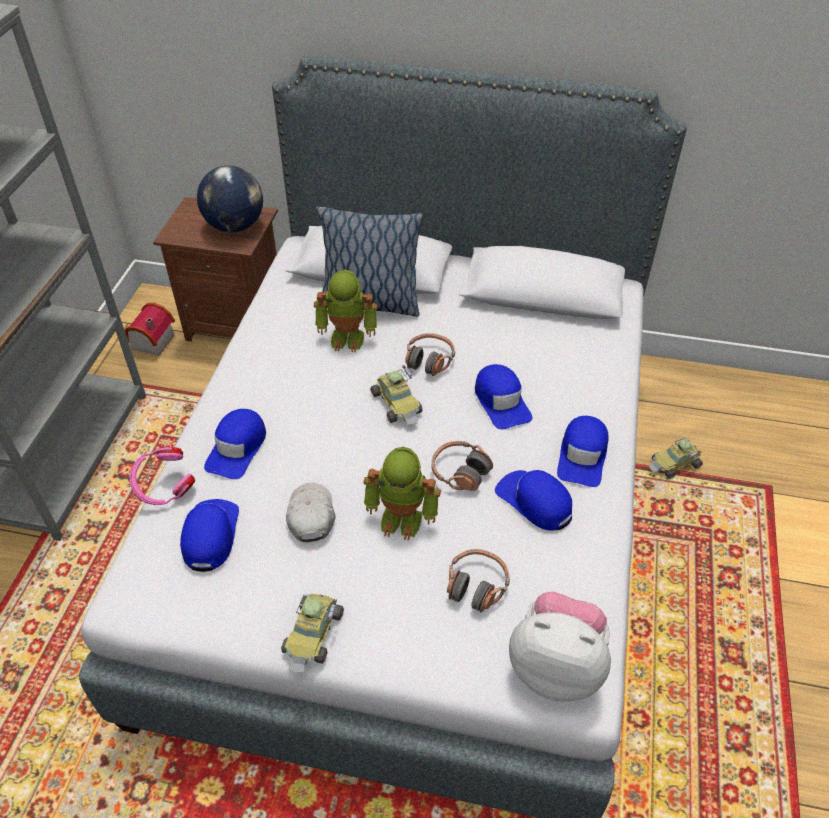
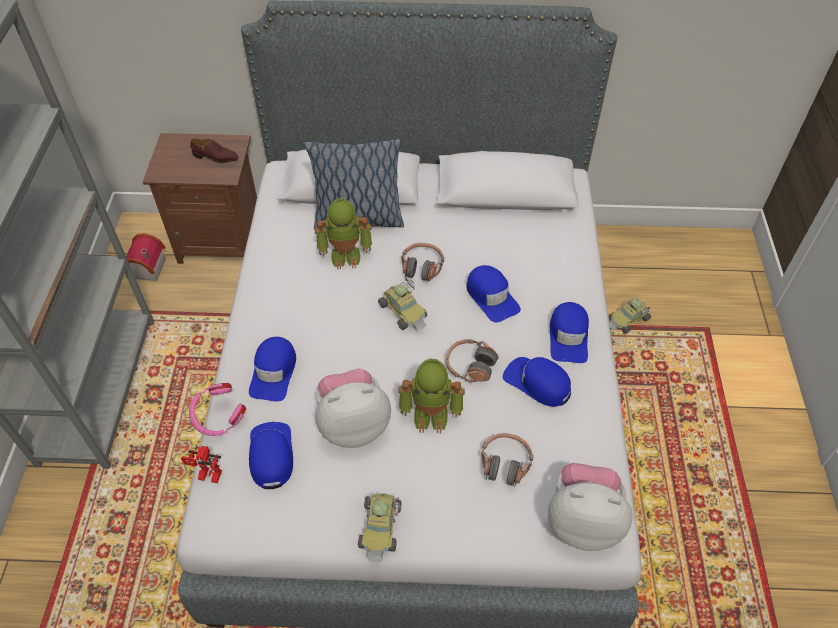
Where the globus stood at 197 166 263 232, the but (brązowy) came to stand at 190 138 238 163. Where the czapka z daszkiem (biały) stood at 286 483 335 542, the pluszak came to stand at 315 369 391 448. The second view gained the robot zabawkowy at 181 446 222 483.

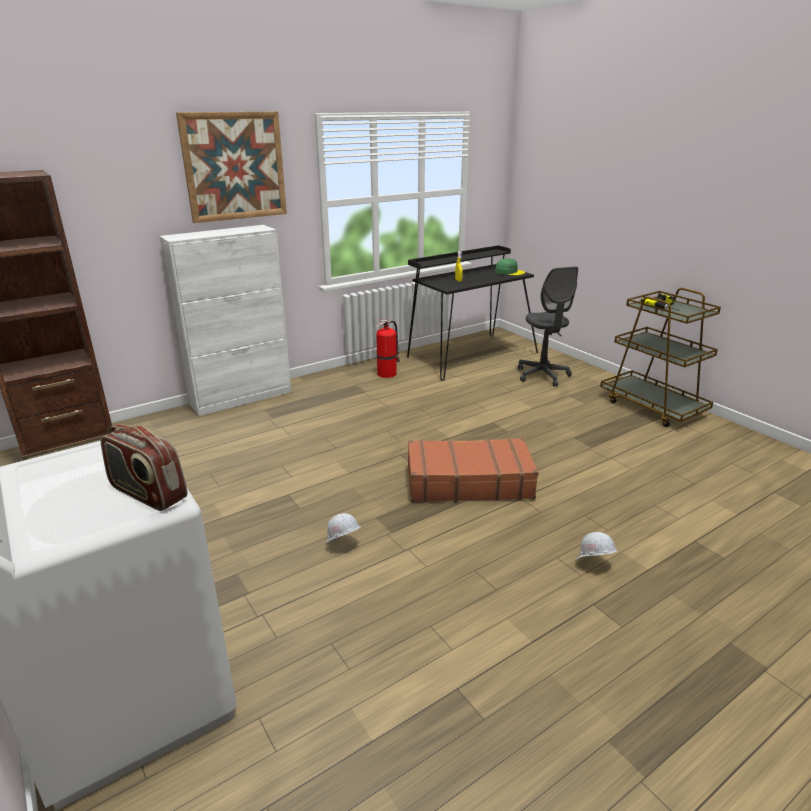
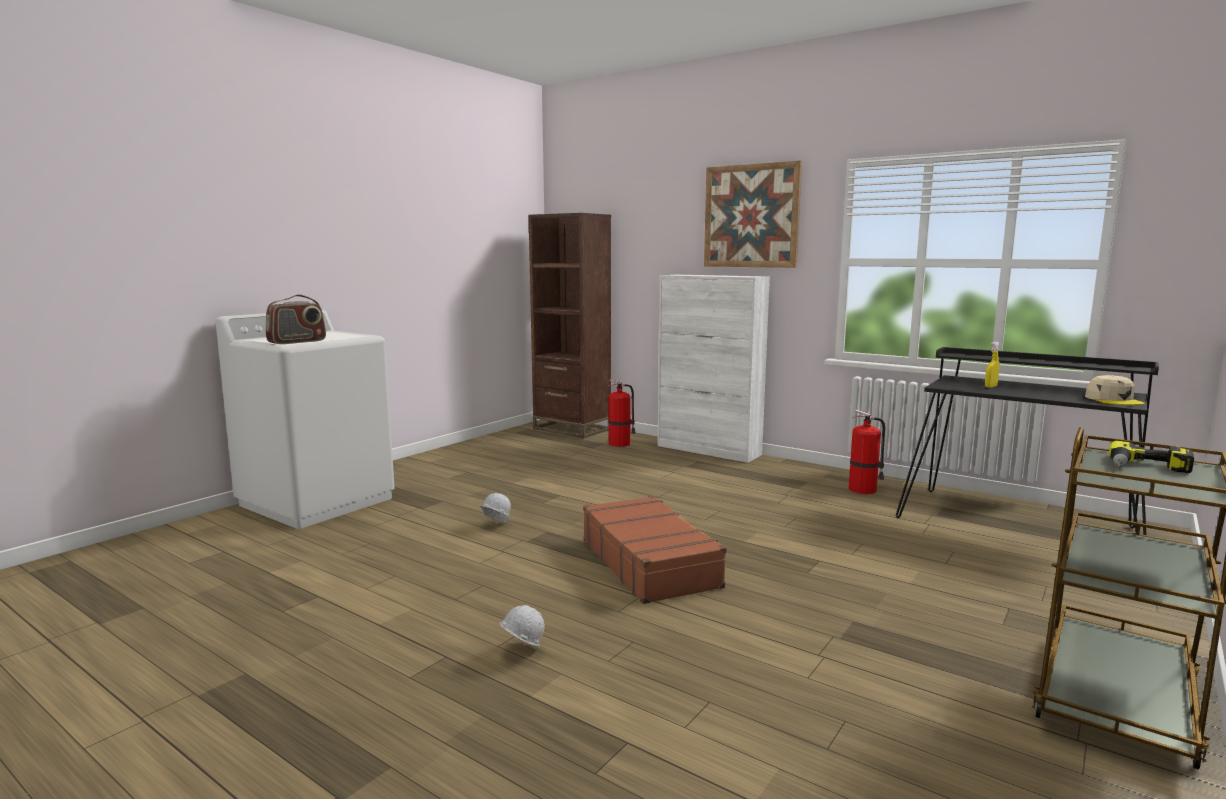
The radio at 101 424 188 511 ended up facing another way, 150 degrees counterclockwise from before. What was the czapka z daszkiem (zielony) at 495 258 525 276 turned into the czapka z daszkiem (beżowy) at 1085 375 1145 405. The second view lost the krzesło biurowe (szary) at 518 267 578 387. The second view gained the gaśnica at 607 379 636 447.

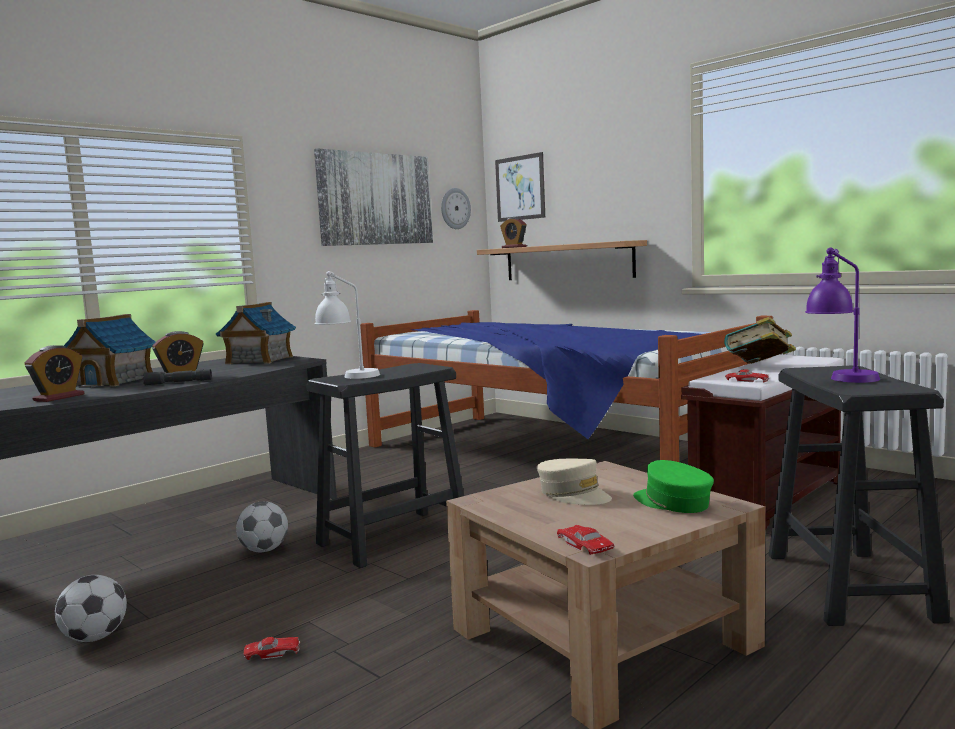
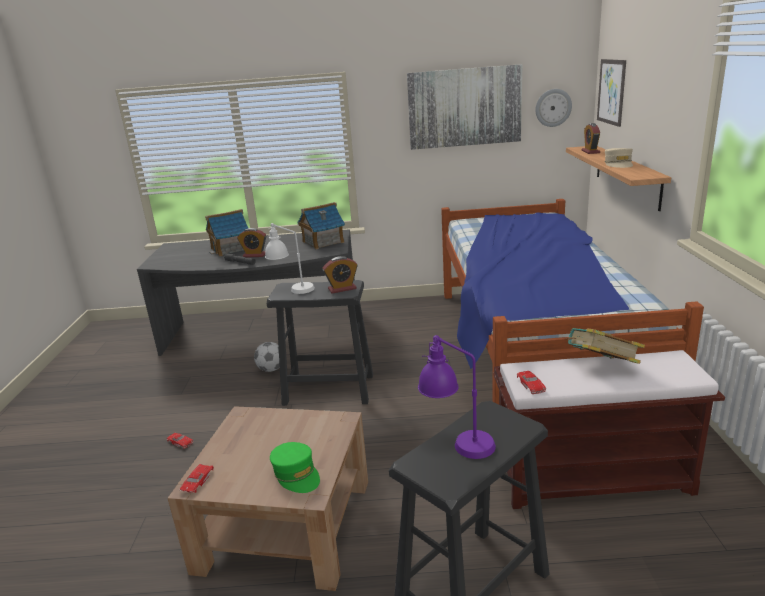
The budzik ended up elsewhere, having gone from 25 345 84 402 to 322 256 358 294. The second view lost the piłka futbolowa at 55 575 127 642. The czapka z daszkiem (beżowy) ended up elsewhere, having gone from 537 459 612 505 to 605 148 633 168. The czapka z daszkiem (zielony) at 633 460 714 513 ended up facing another way, 135 degrees clockwise from before.

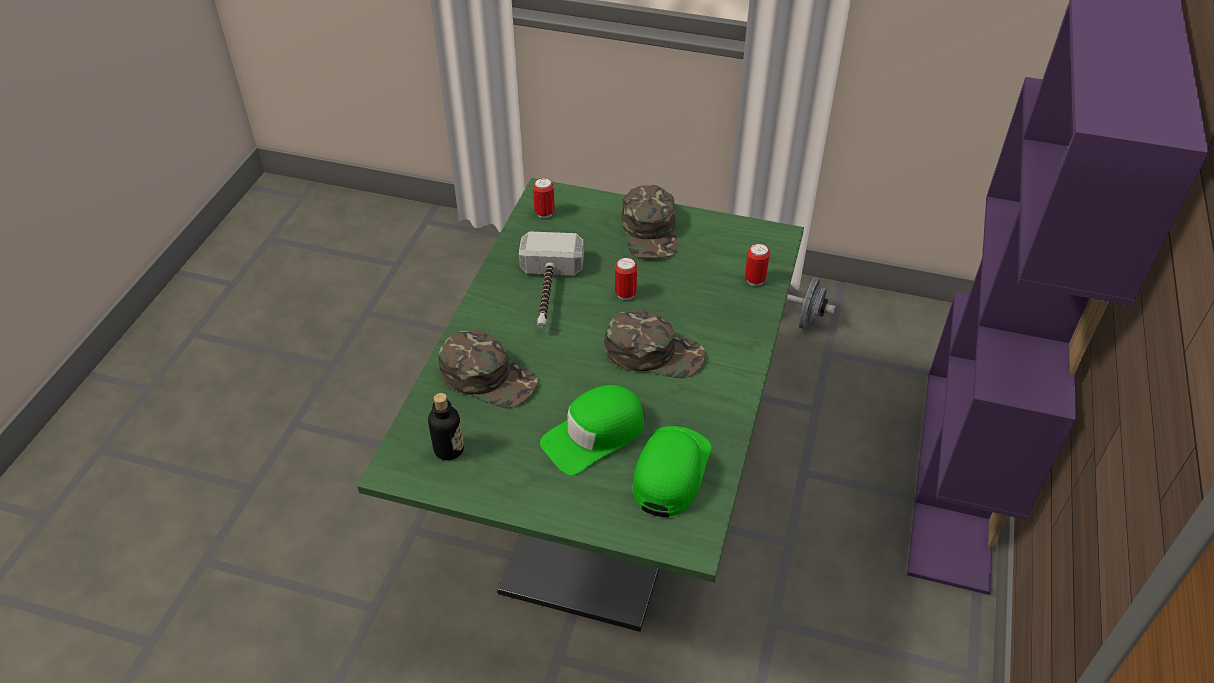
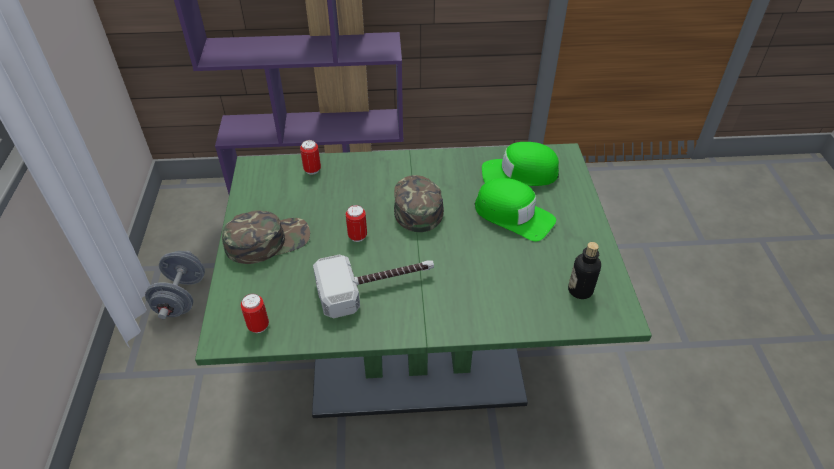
The second view lost the czapka z daszkiem (zielony) at 438 330 538 408.

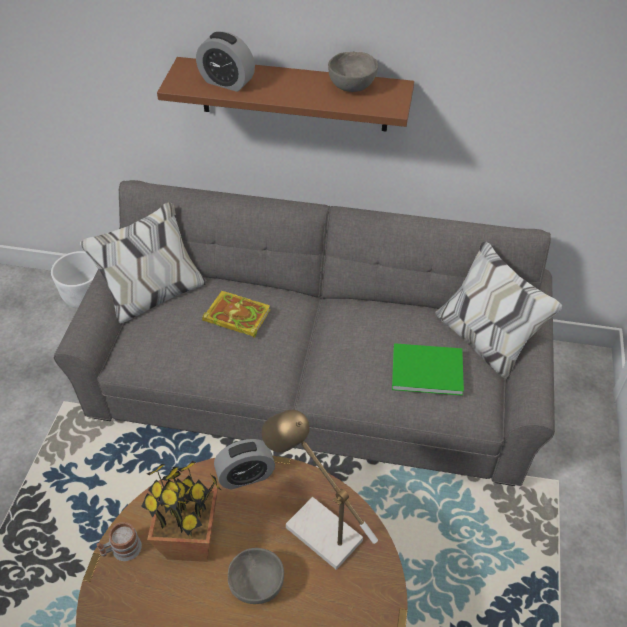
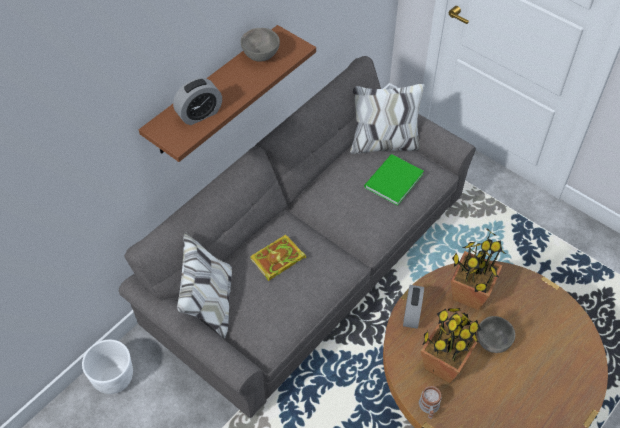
Where the lampa stołowa stood at 262 410 378 570, the roślina doniczkowa came to stand at 451 229 506 310.

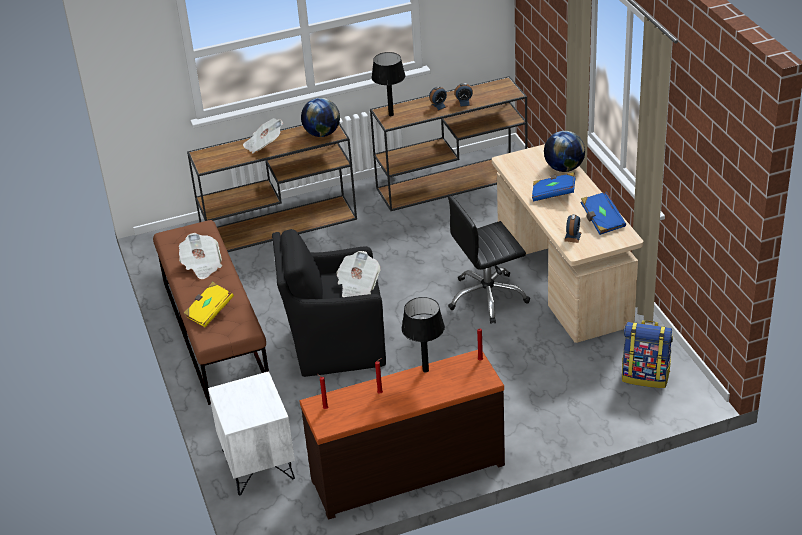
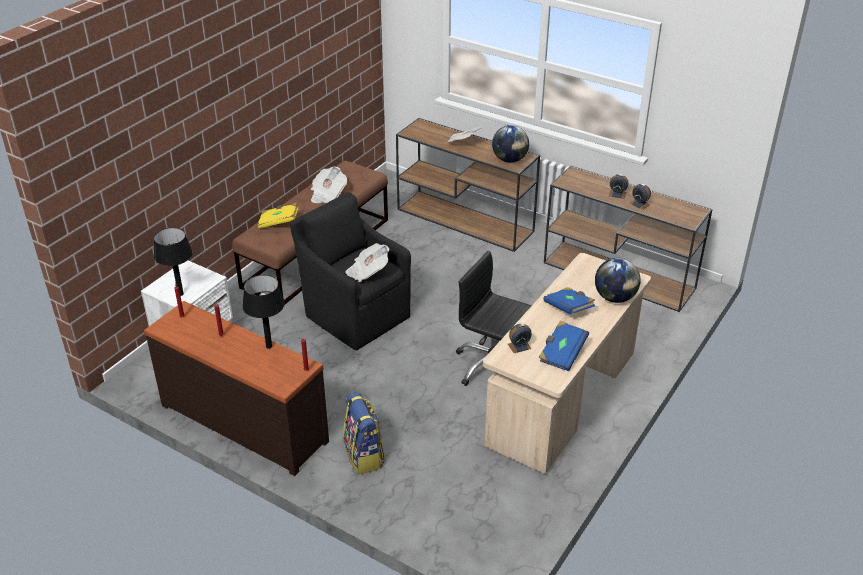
The lampa stołowa (czarny) ended up elsewhere, having gone from 372 52 405 116 to 154 228 193 296. The plecak ended up elsewhere, having gone from 622 320 673 388 to 343 392 385 475.

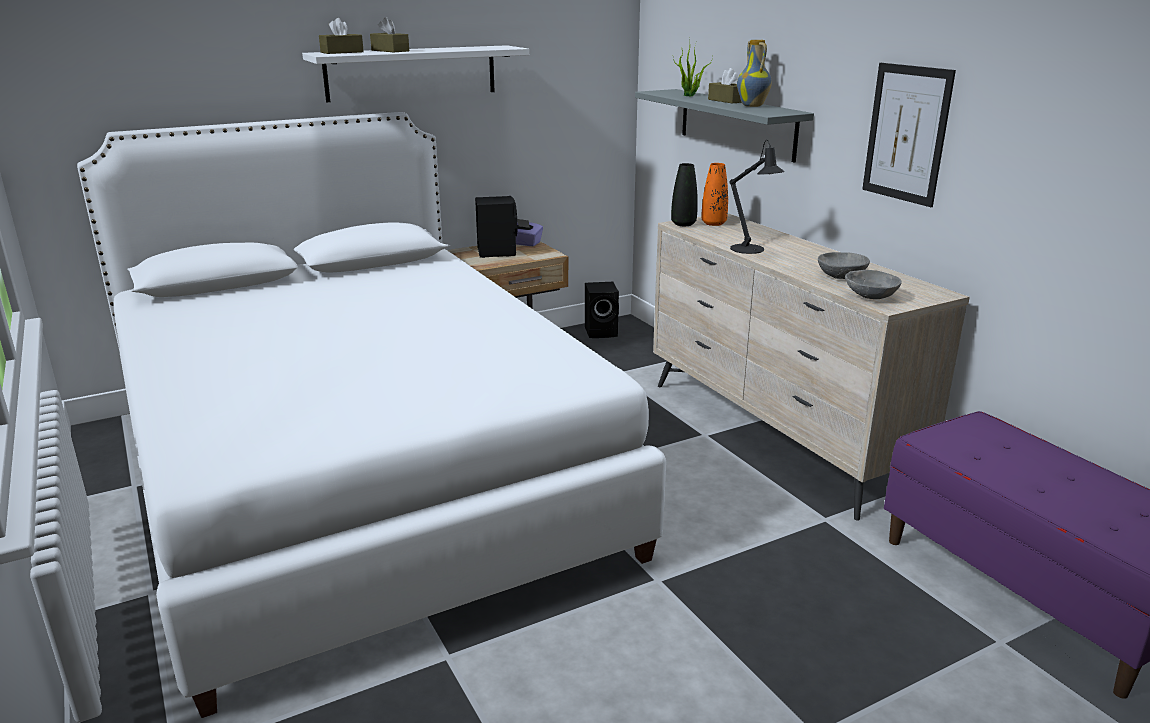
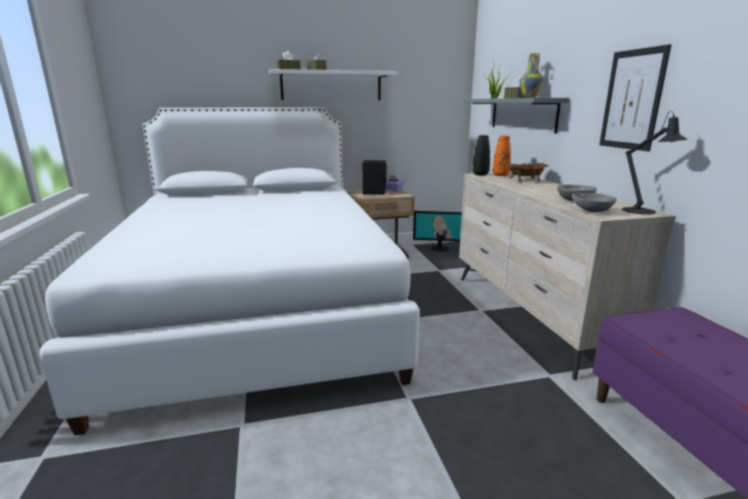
Where the głośnik (czarny) stood at 585 282 619 338, the monitor came to stand at 413 211 462 251. The lampa stołowa (czarny) ended up elsewhere, having gone from 729 140 785 254 to 622 111 688 215. The second view gained the miska (brązowy) at 505 163 549 182.

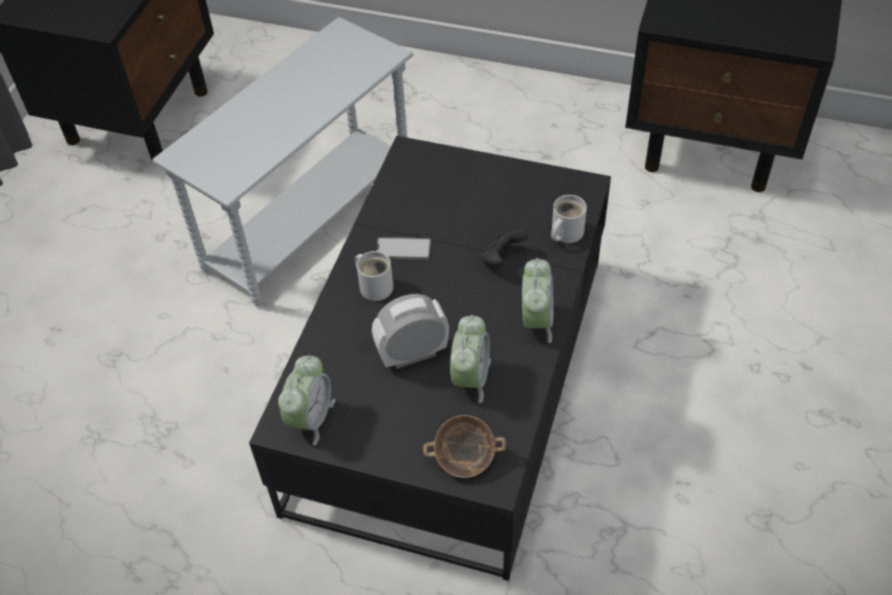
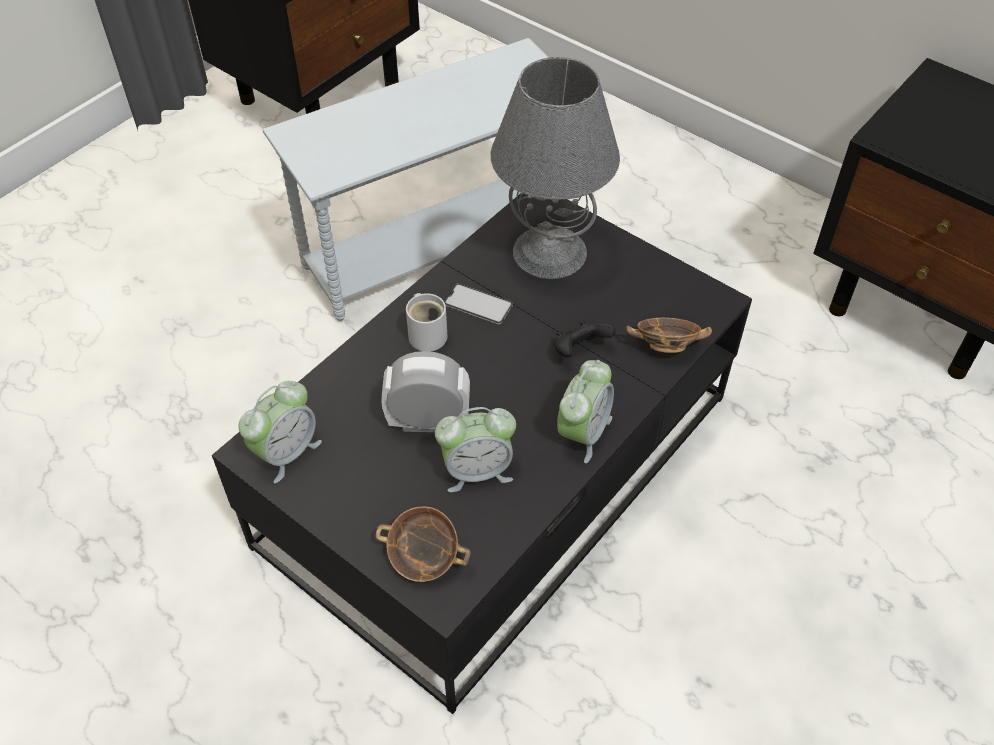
The budzik at 450 315 491 403 ended up facing another way, 45 degrees clockwise from before. Where the kubek (biały) stood at 551 195 587 243, the miska came to stand at 626 318 712 353. The second view gained the lampa stołowa (szary) at 491 57 620 279.

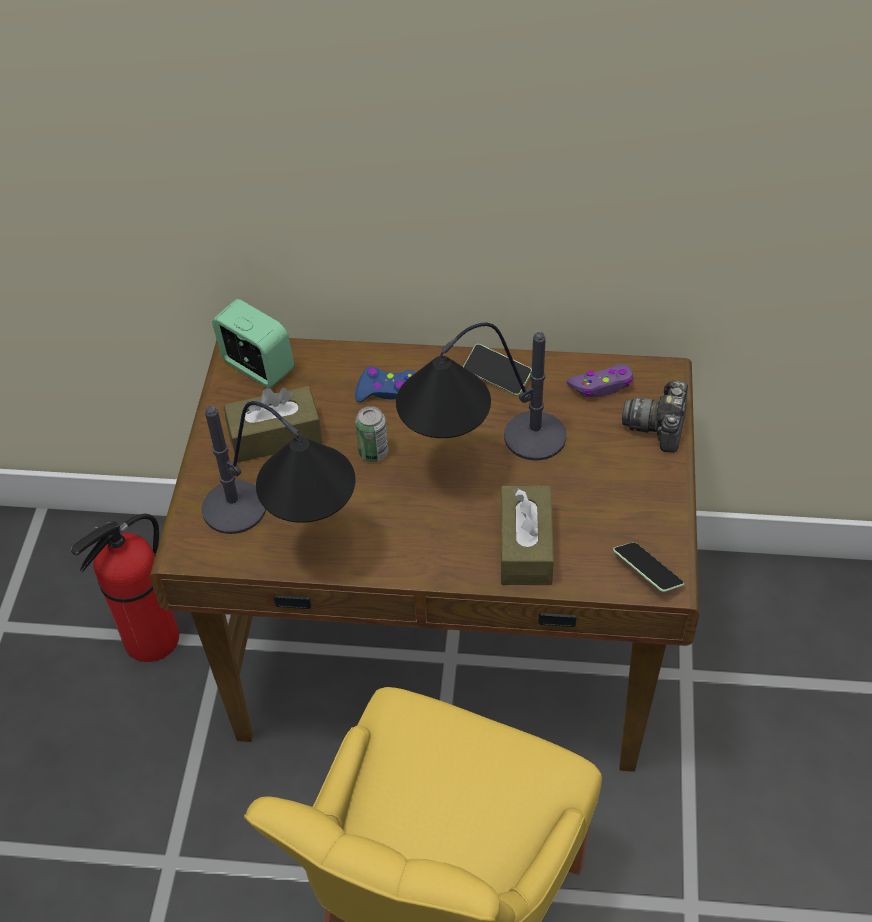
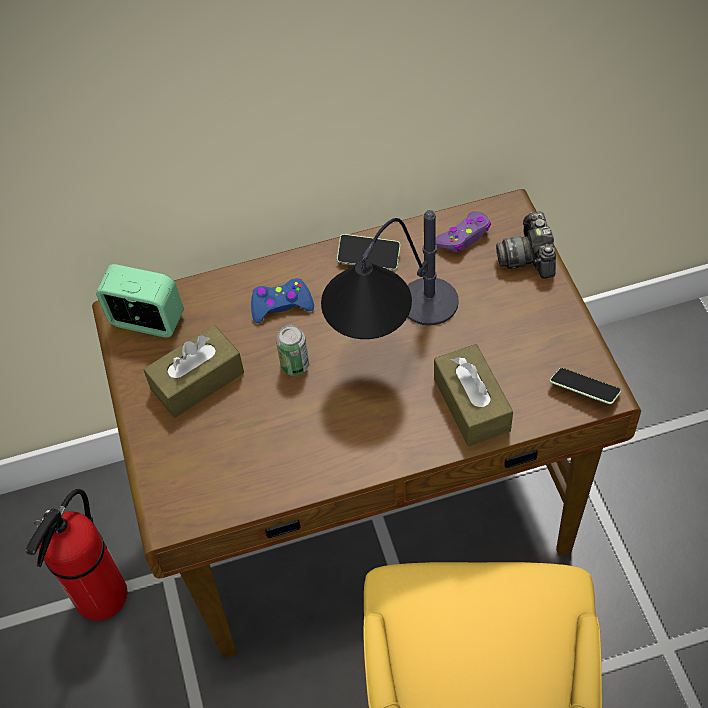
The second view lost the lampa stołowa at 202 401 355 534.

